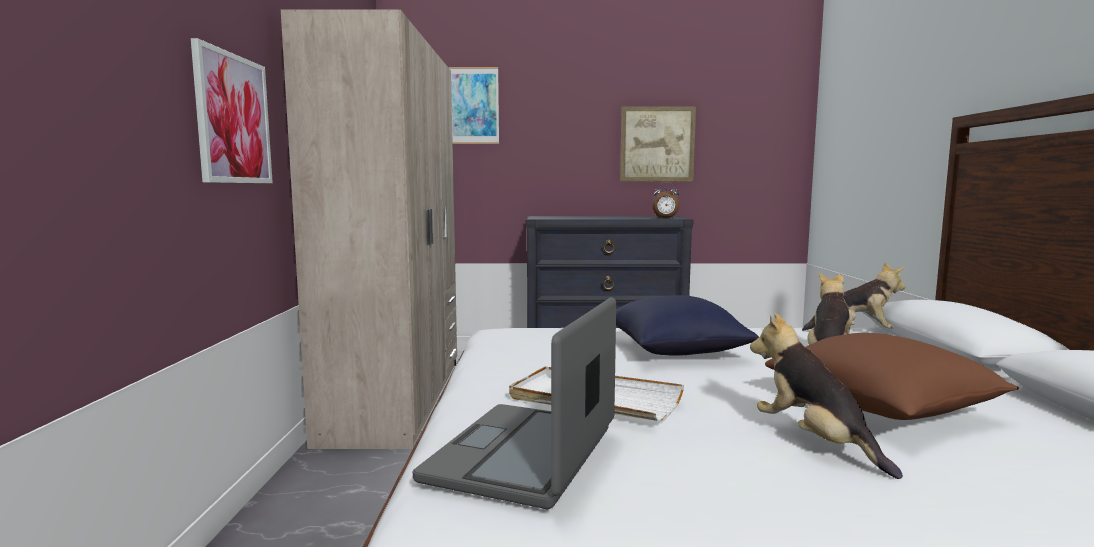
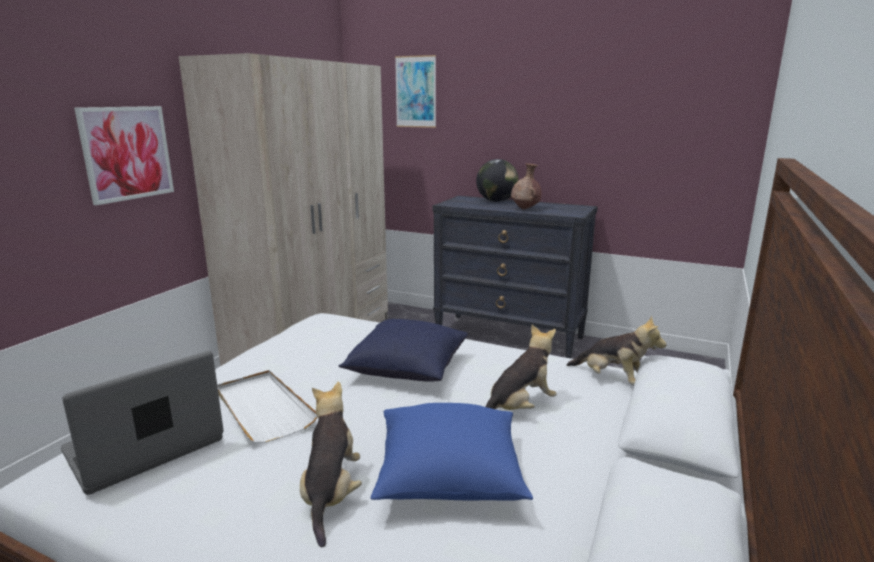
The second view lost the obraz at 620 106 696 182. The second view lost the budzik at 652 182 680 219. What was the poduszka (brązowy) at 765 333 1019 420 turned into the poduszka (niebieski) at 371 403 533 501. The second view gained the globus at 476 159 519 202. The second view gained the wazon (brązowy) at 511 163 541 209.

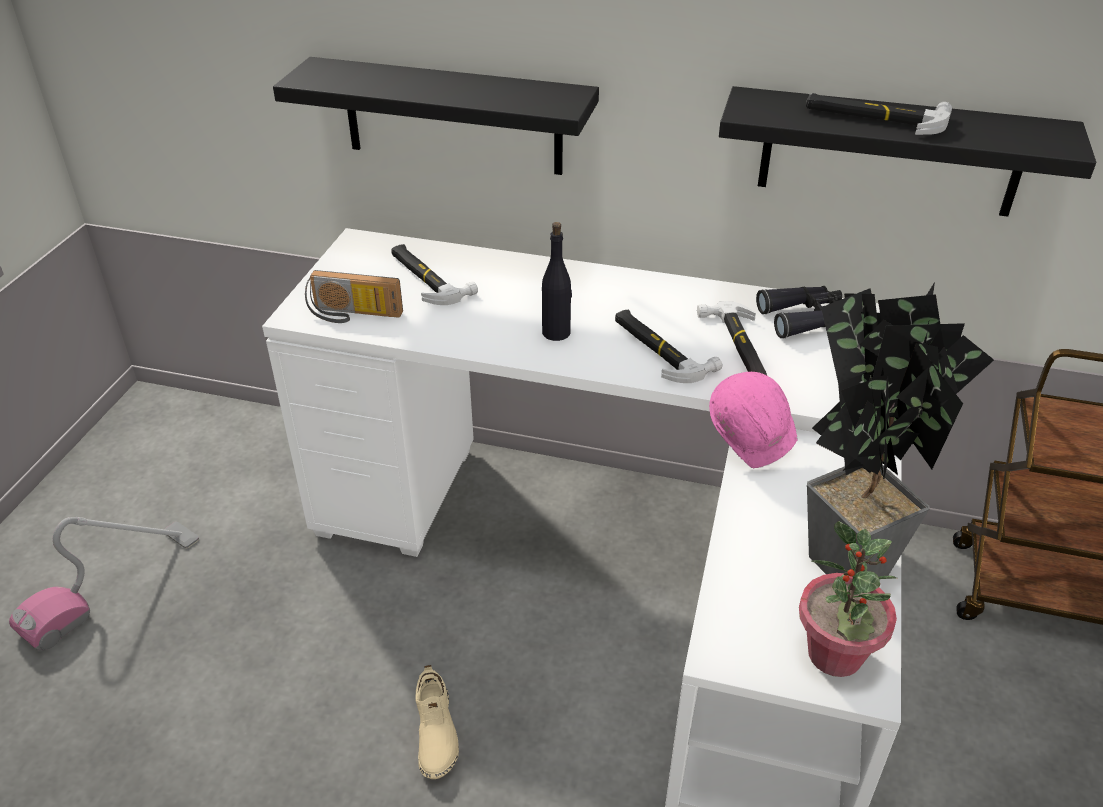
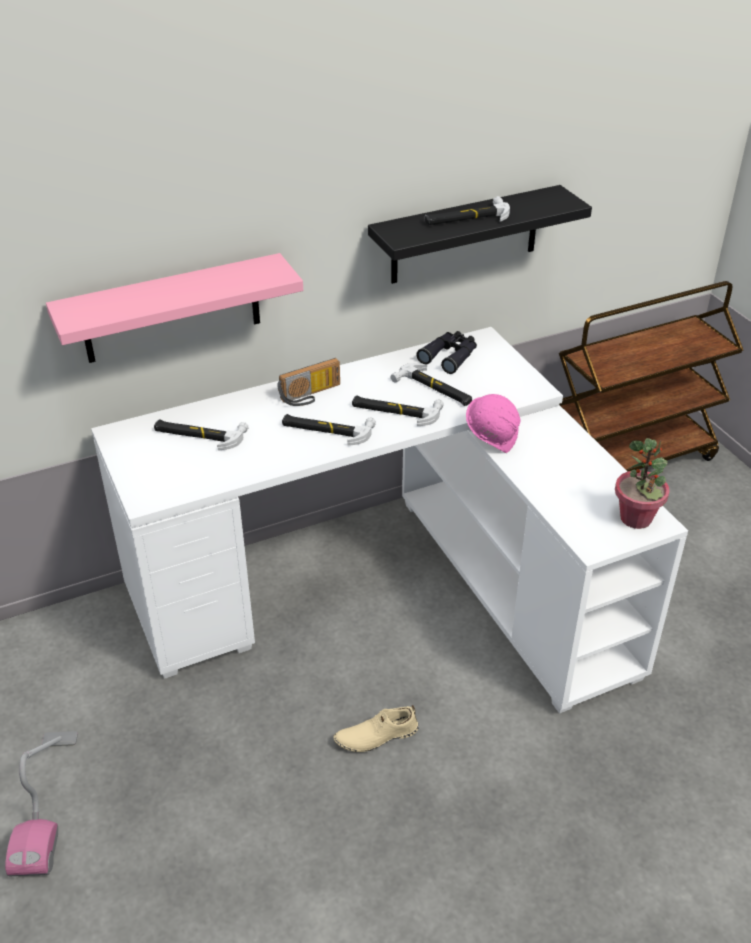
What was the półka (czarny) at 273 57 599 175 turned into the półka (różowy) at 46 253 303 363. The radio ended up elsewhere, having gone from 305 270 403 323 to 277 358 340 406. The but (beżowy) at 415 665 459 779 ended up facing another way, 120 degrees clockwise from before. Where the butelka (czarny) stood at 542 222 572 341, the młotek came to stand at 282 414 376 446. The second view lost the roślina doniczkowa at 807 282 994 580.

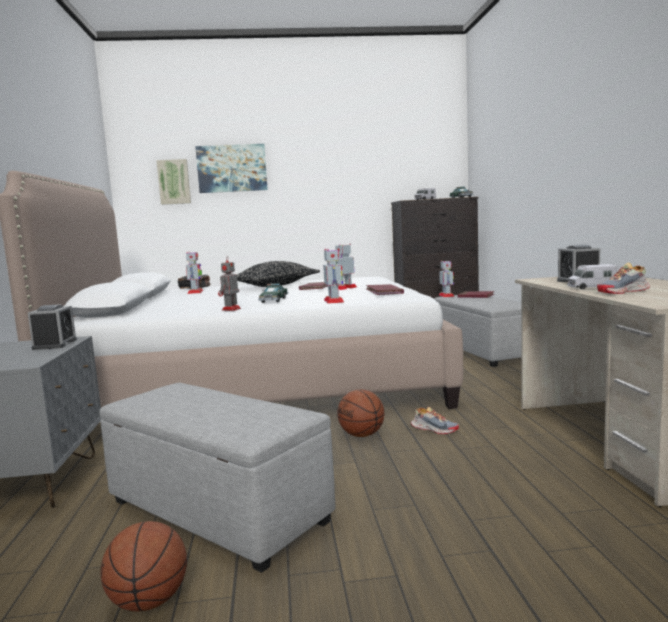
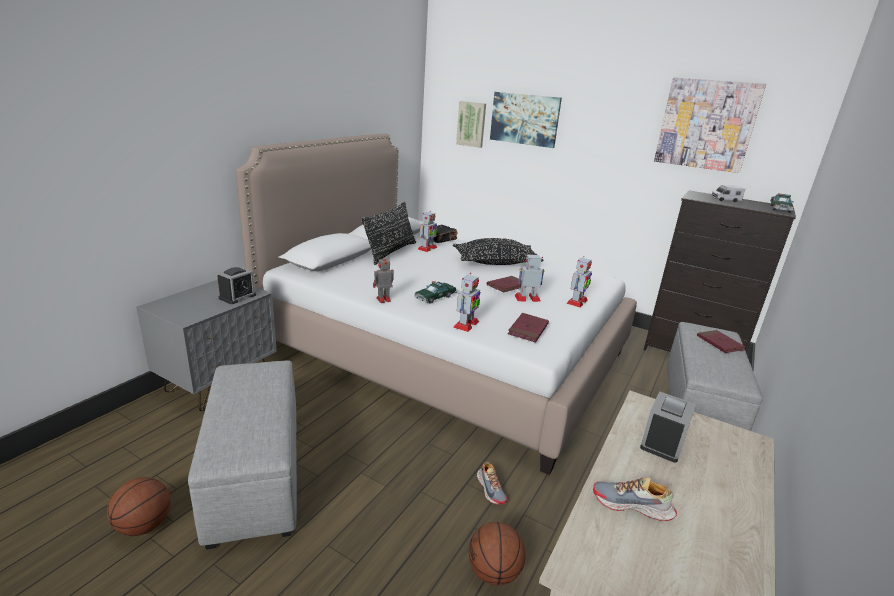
The piłka do koszykówki ended up elsewhere, having gone from 337 389 384 437 to 469 522 526 585. The robot zabawkowy ended up elsewhere, having gone from 439 260 455 297 to 566 256 592 307. The second view lost the ciężarówka zabawkowa at 567 264 618 290. The second view gained the poduszka (czarny) at 361 202 416 265. The second view gained the obraz at 654 78 766 173.

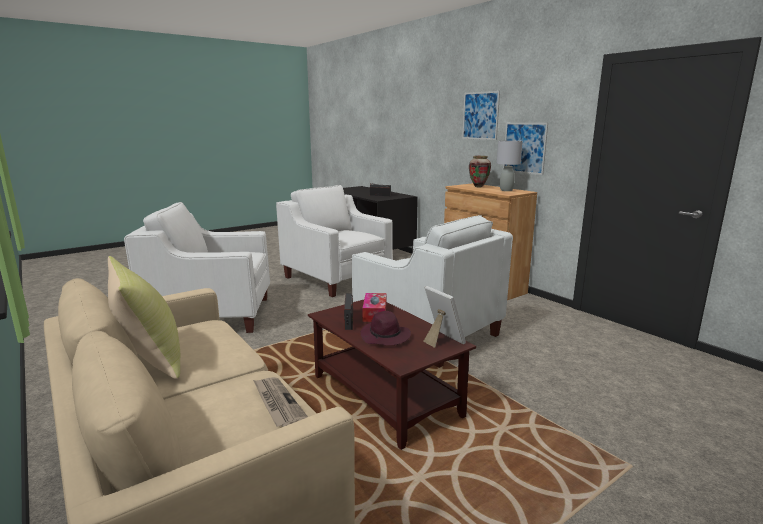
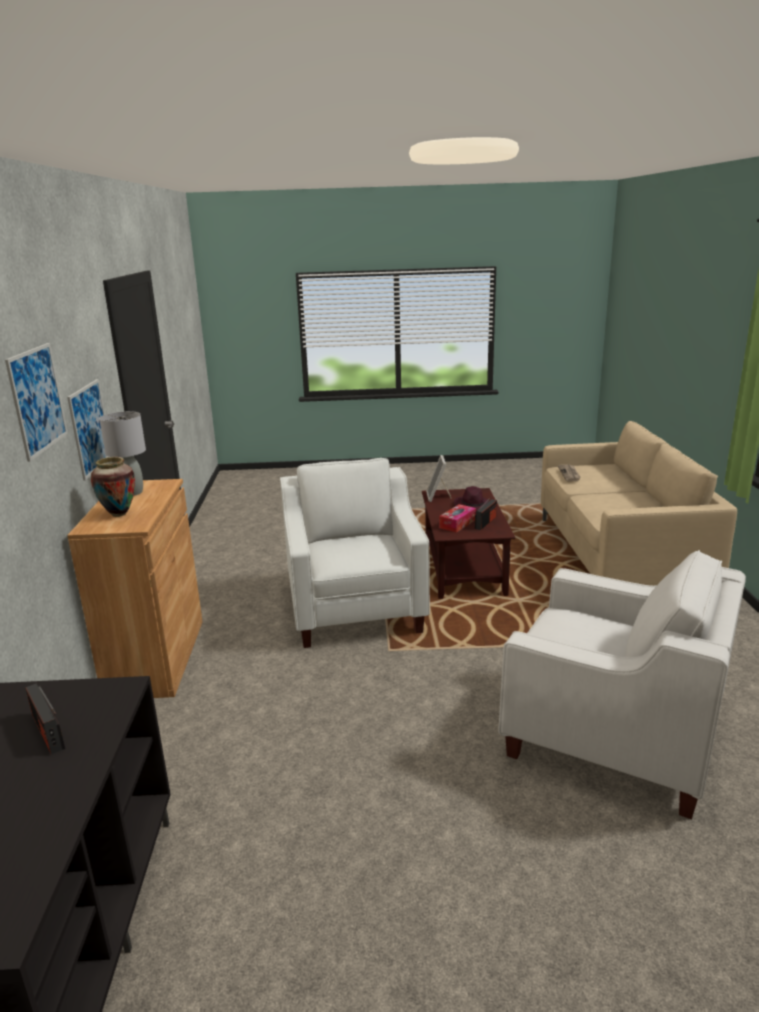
The second view lost the poduszka (żółty) at 108 256 180 379. The second view lost the fotel (biały) at 276 185 393 297.

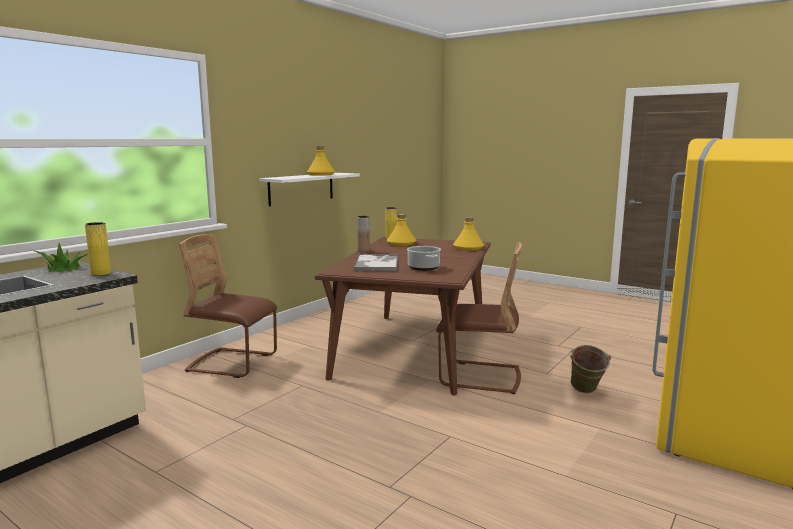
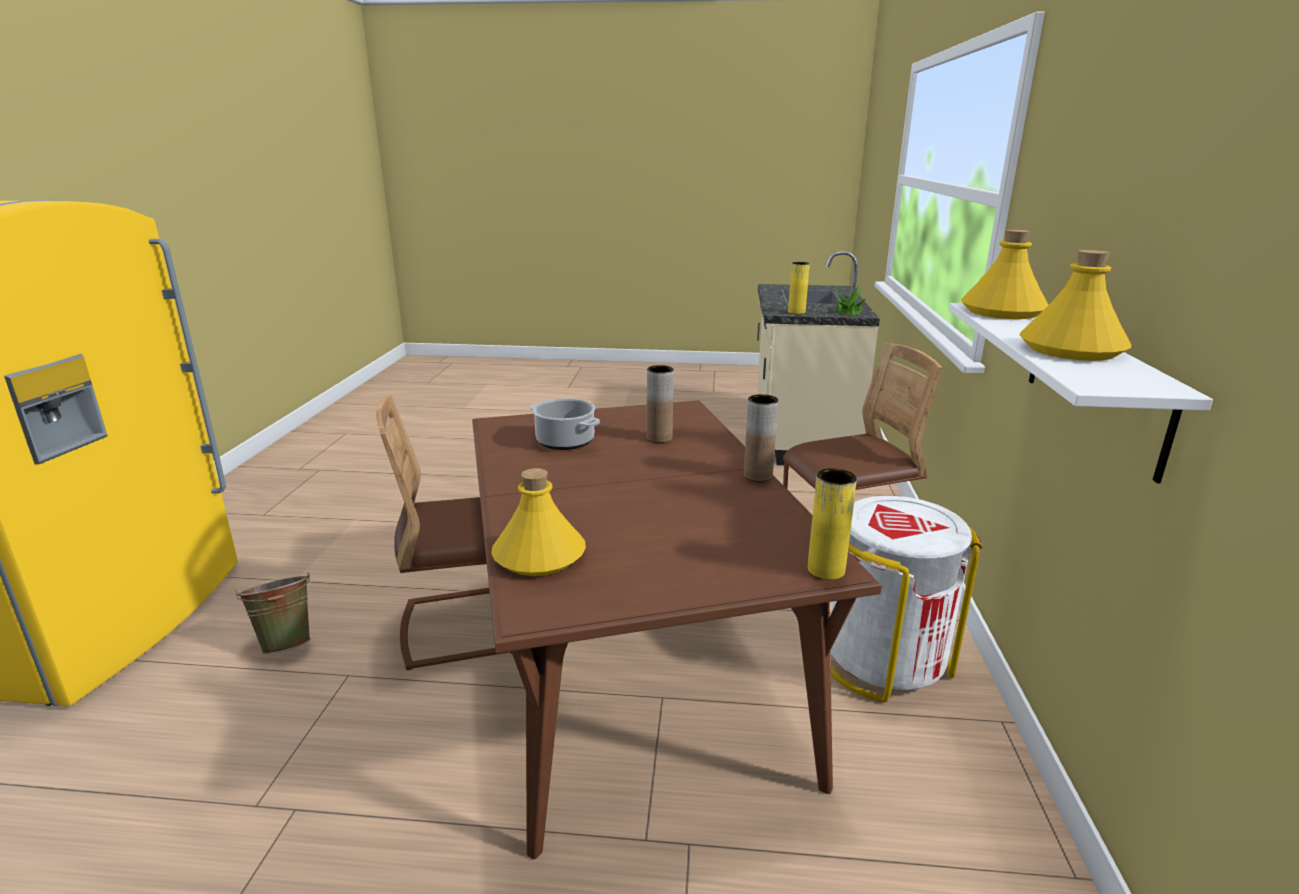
Where the taca stood at 353 254 398 271, the wazon (brązowy) came to stand at 647 365 674 443. The butelka (żółty) ended up elsewhere, having gone from 387 214 417 246 to 961 230 1048 319. The second view gained the kosz na śmieci (biały) at 830 496 983 702.

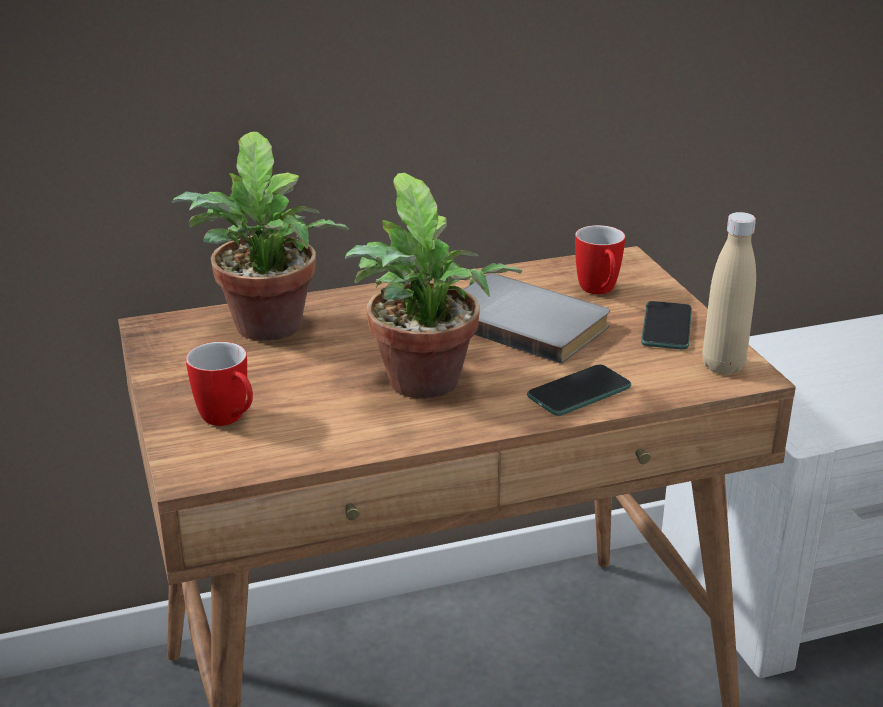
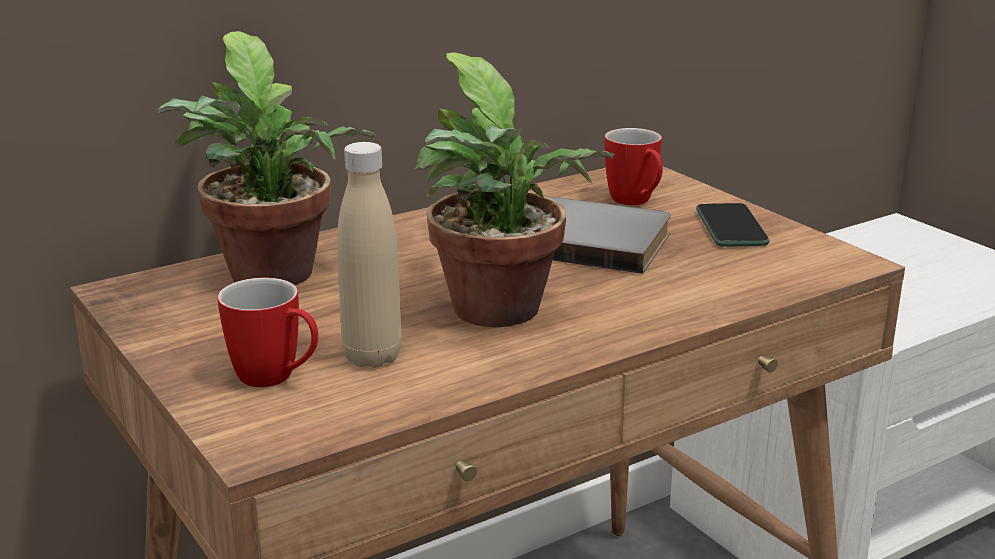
The second view lost the telefon at 527 364 631 416. The butelka (beżowy) ended up elsewhere, having gone from 702 212 756 374 to 337 142 402 368.

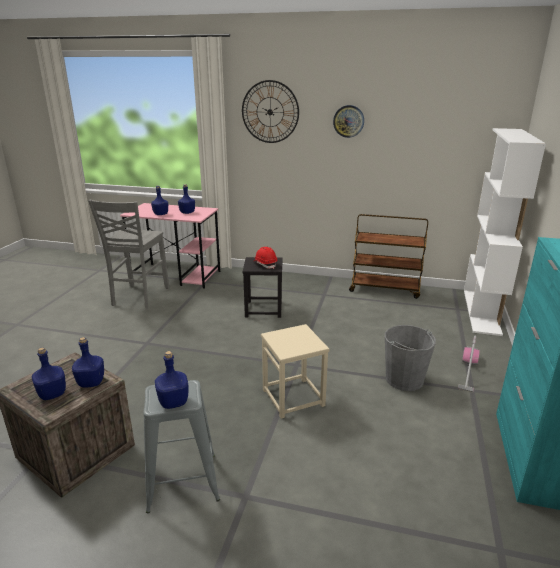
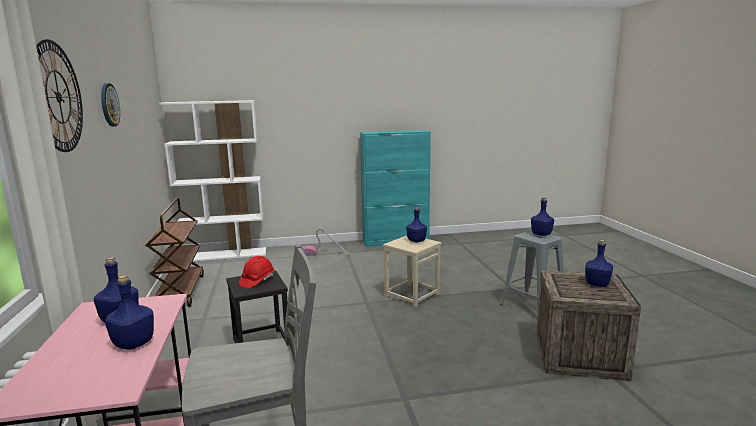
The butelka (niebieski) ended up elsewhere, having gone from 72 337 104 387 to 406 207 427 242. The second view lost the wiadro (szary) at 385 325 436 391.

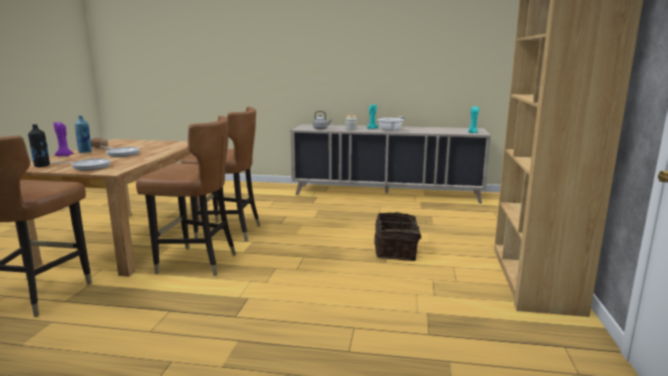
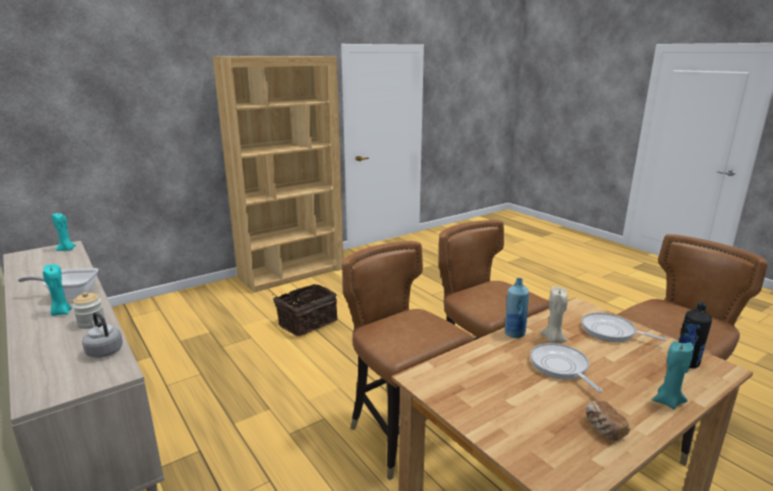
What was the świeca (fioletowy) at 54 122 73 156 turned into the świeca (turkusowy) at 653 341 694 409. The butelka (niebieski) ended up elsewhere, having gone from 75 116 92 153 to 505 278 529 338. The second view gained the świeca (beżowy) at 541 286 568 343.

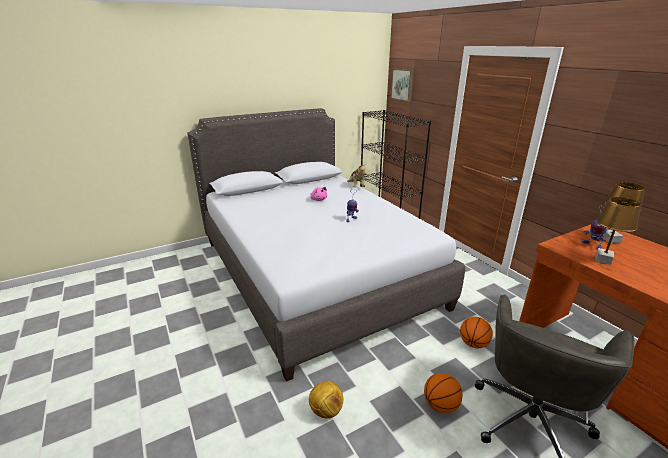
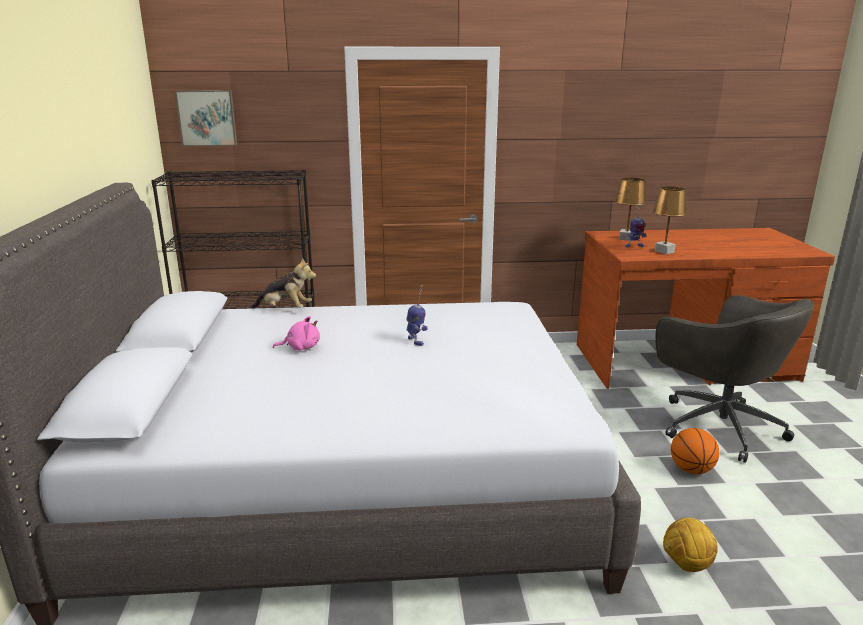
The second view lost the piłka do koszykówki at 460 317 493 348.

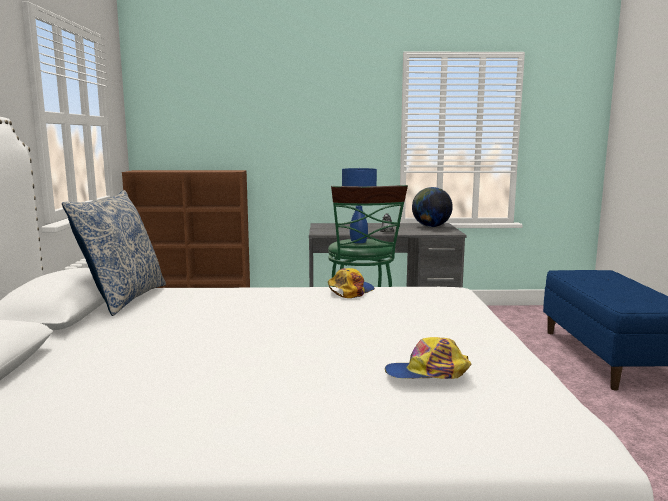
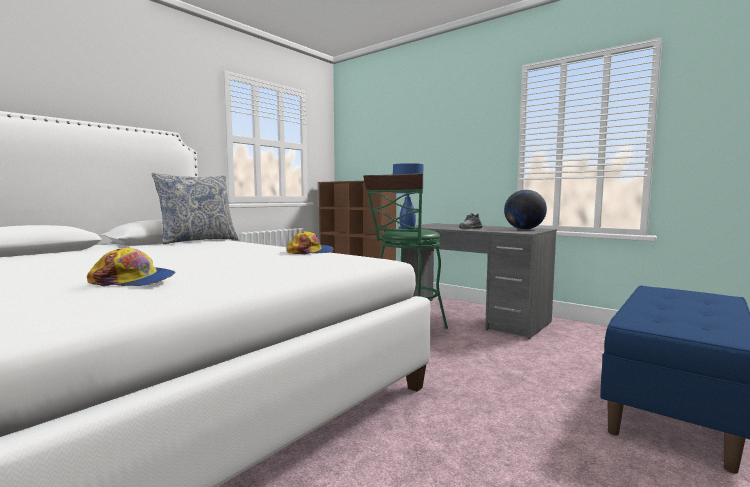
The czapka z daszkiem at 385 337 471 379 ended up facing another way, 150 degrees clockwise from before.

